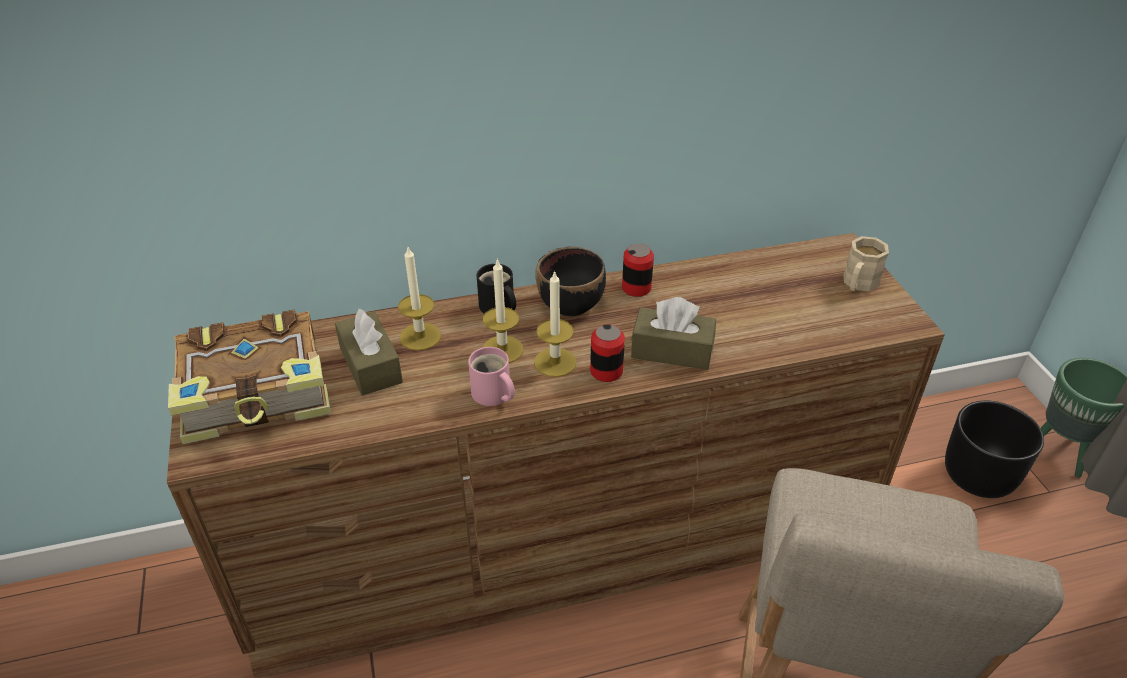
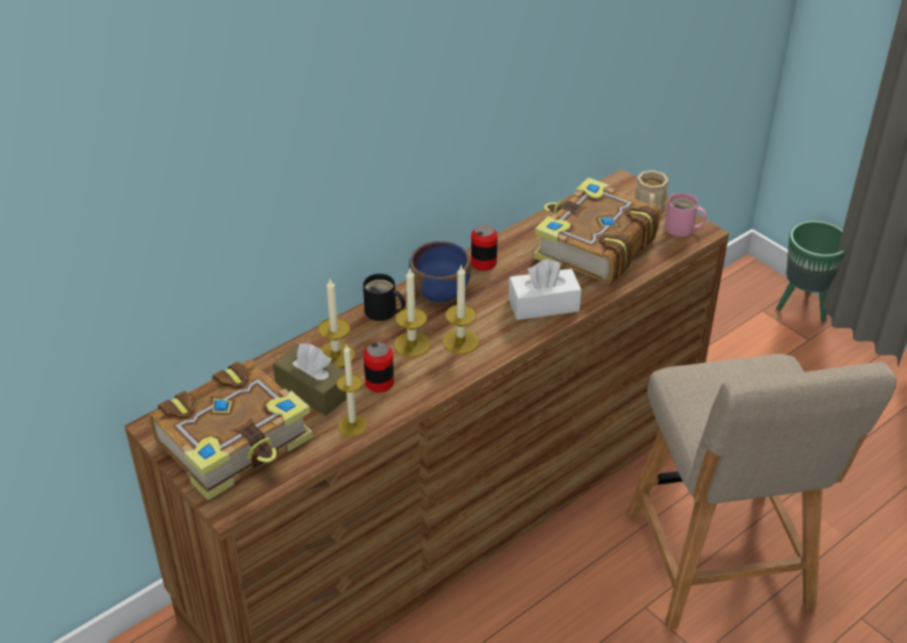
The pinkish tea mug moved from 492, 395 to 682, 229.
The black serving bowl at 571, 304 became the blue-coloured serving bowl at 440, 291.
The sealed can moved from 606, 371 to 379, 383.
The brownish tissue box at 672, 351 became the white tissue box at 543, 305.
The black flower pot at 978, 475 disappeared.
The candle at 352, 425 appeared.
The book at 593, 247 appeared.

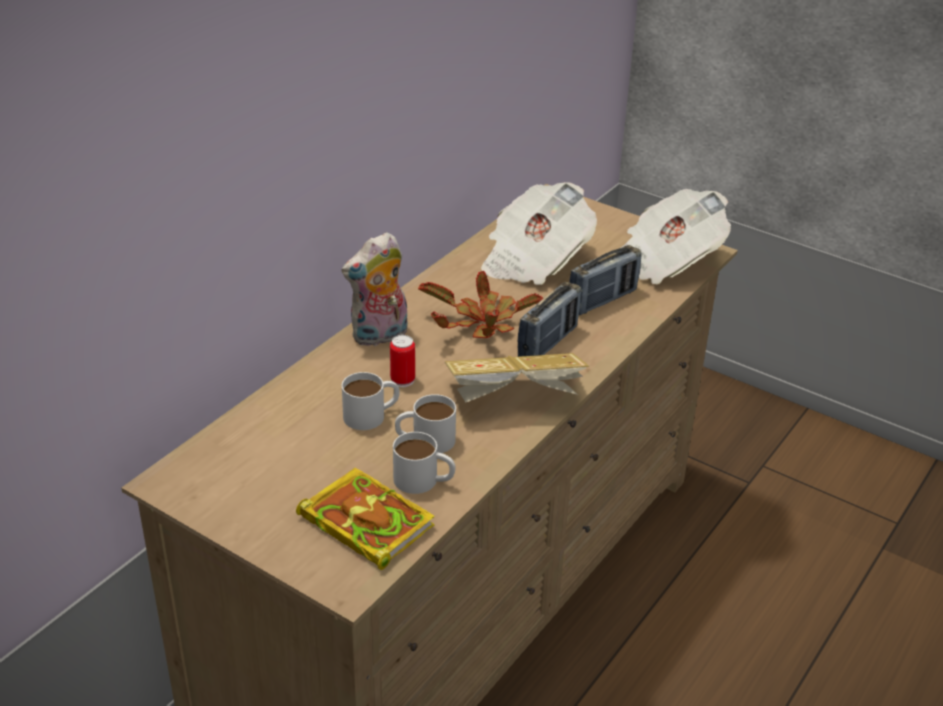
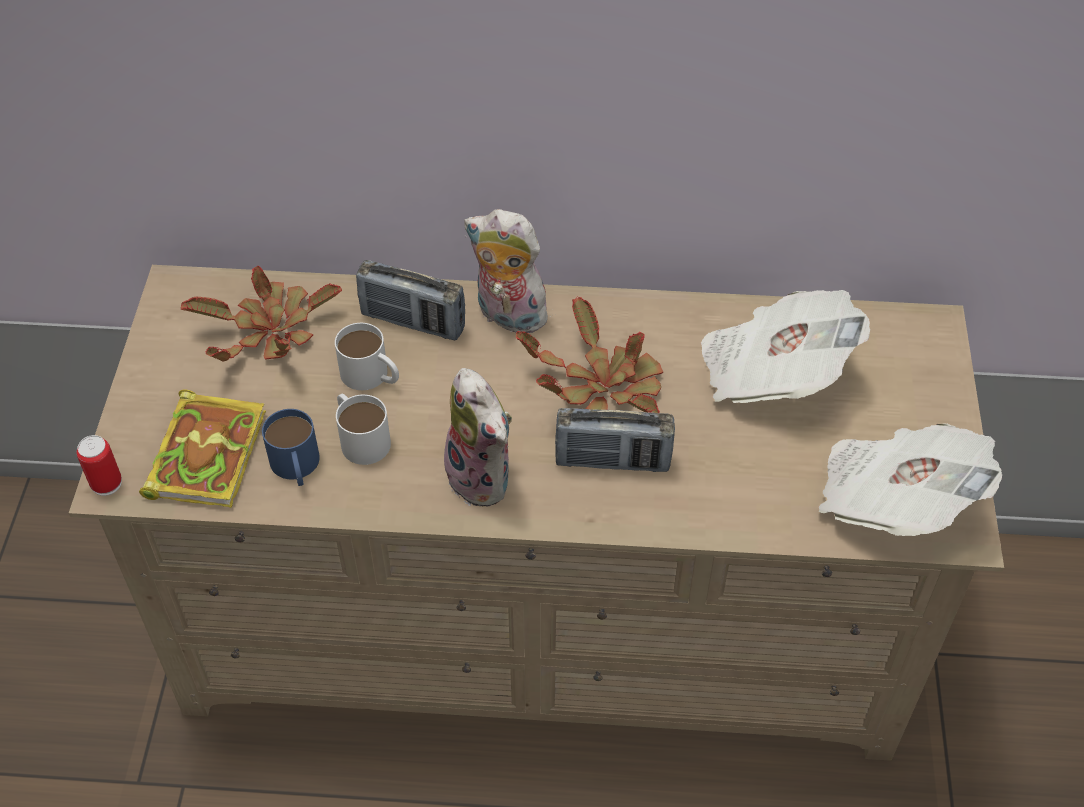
The sealed can moved from 402, 380 to 106, 483.
The white tea mug at 424, 480 became the blue-coloured tea mug at 296, 467.
The book at 514, 399 was replaced by the plush toy at 484, 478.
The radio moved from 602, 300 to 413, 322.
The plant in a pot at 270, 333 appeared.

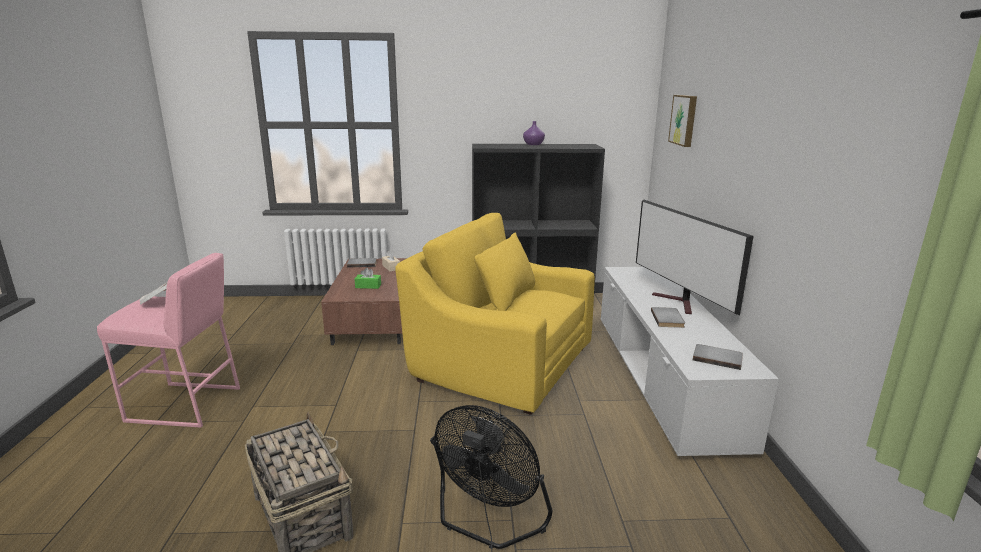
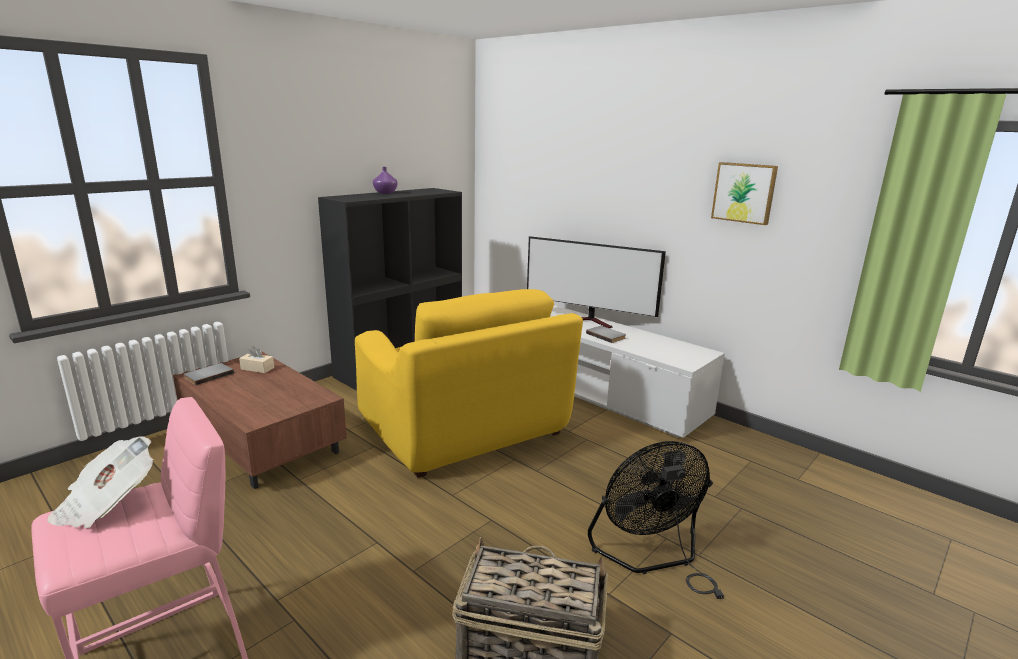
The green-coloured tissue box at 368, 286 disappeared.
The yellow lounge chair at 501, 362 turned 105 degrees counterclockwise.
The picture moved from 684, 120 to 744, 192.
The gray book at 717, 358 disappeared.

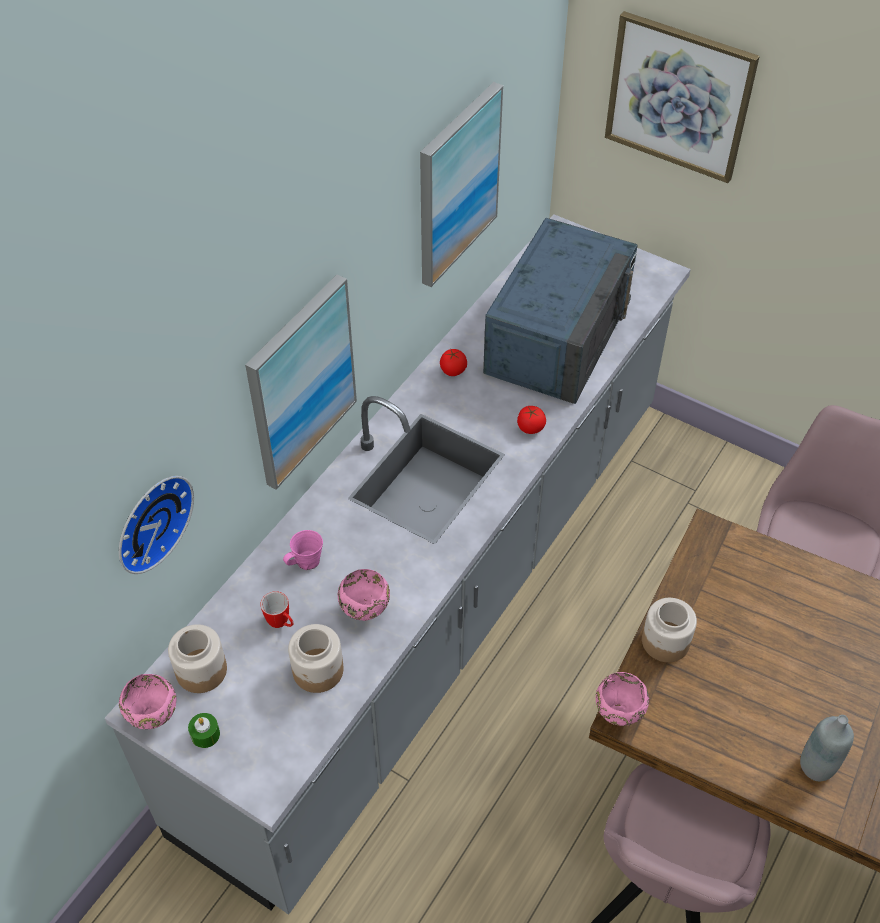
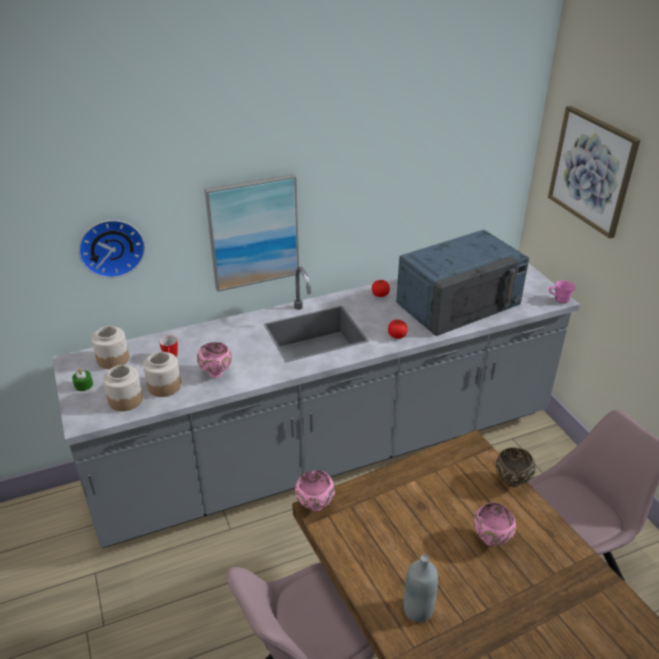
The pinkish serving bowl moved from 154, 717 to 491, 540.
The pinkish tea mug moved from 306, 561 to 560, 300.
The picture at 456, 184 disappeared.
The preserve jar moved from 665, 641 to 126, 400.
The brownish serving bowl at 511, 482 appeared.

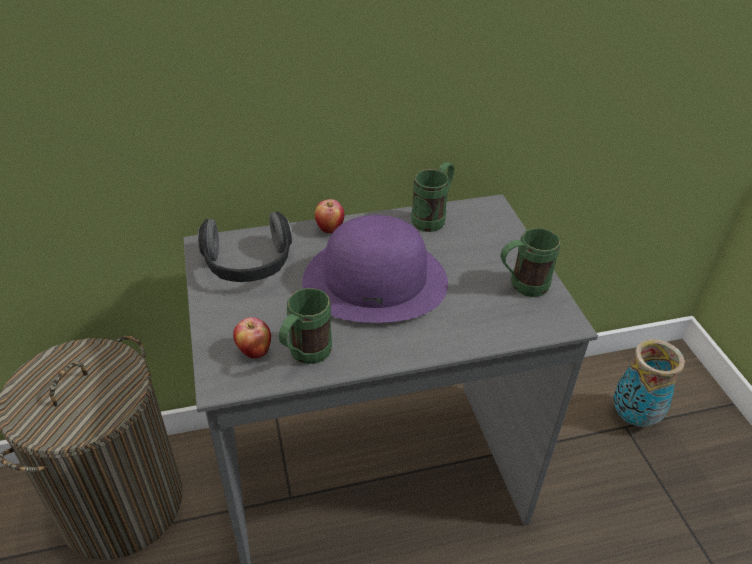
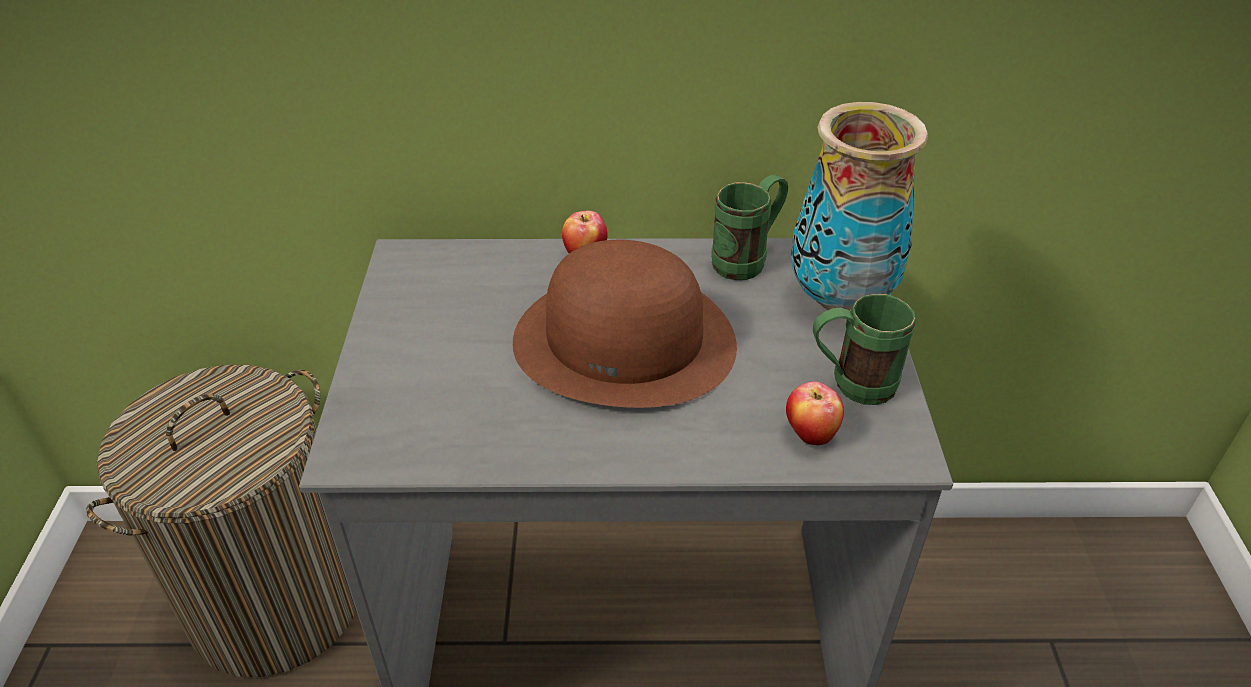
The pair of headphones at 249, 266 disappeared.
The whole apple moved from 254, 352 to 810, 434.
The green-coloured tea mug at 304, 356 disappeared.
The purple clothing hat at 375, 280 became the brownish clothing hat at 625, 340.
The flower vase moved from 633, 416 to 839, 299.

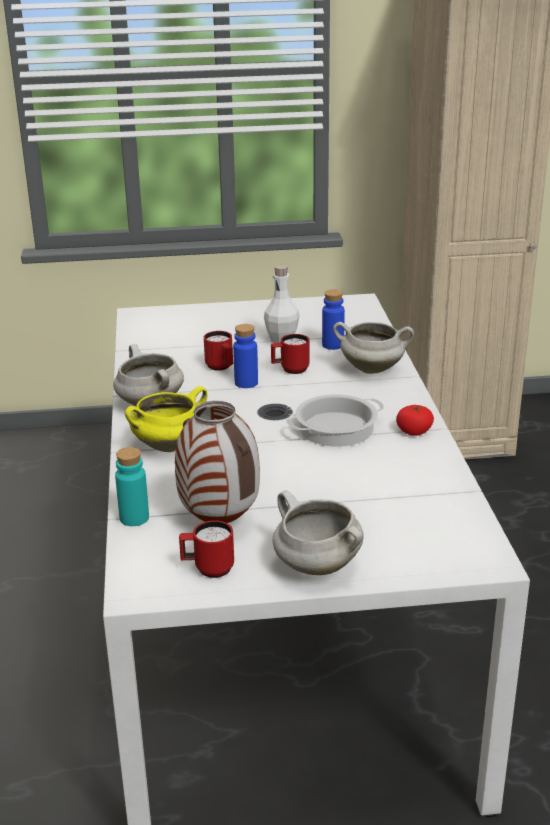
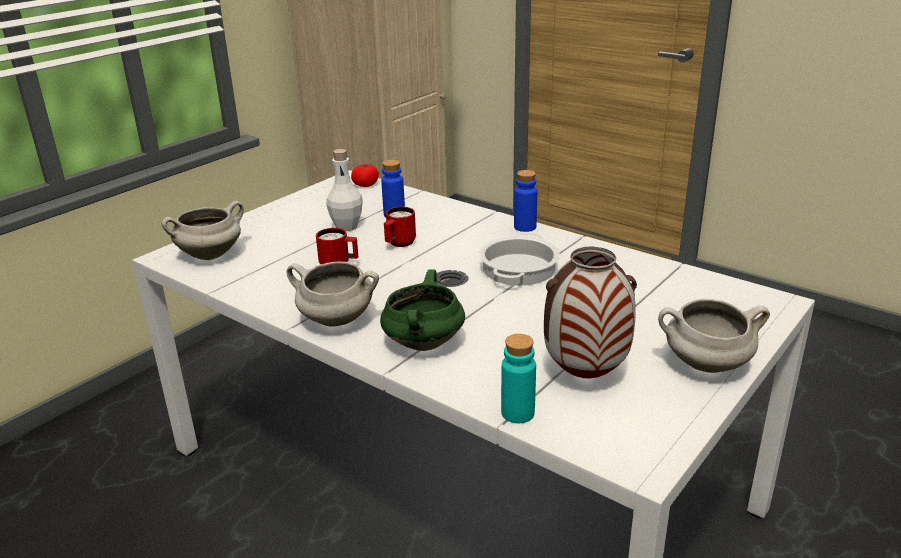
The yellow stockpot at 169, 445 became the green-coloured stockpot at 423, 342.
The red-coloured tea mug at 208, 569 disappeared.
The blue-coloured beverage bottle moved from 246, 383 to 525, 227.
The white stockpot moved from 373, 369 to 210, 254.
The tomato moved from 414, 431 to 365, 184.

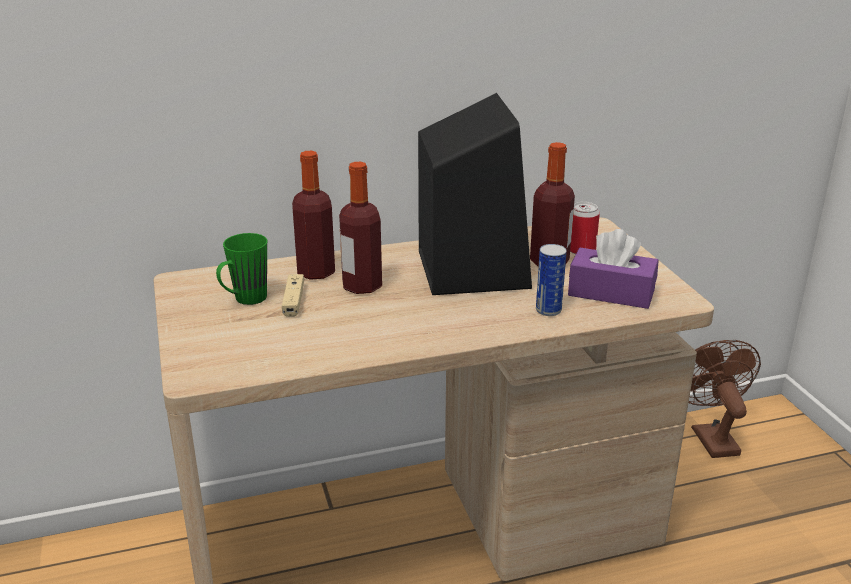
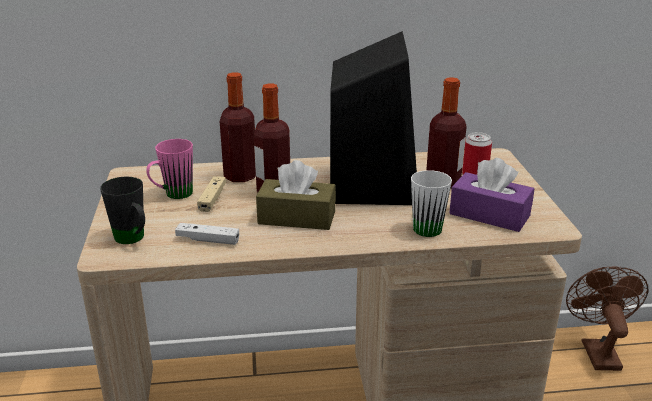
The green-coloured tea mug at 244, 301 became the pinkish tea mug at 173, 195.
The sealed can at 548, 310 was replaced by the white tea mug at 427, 225.
The black tea mug at 133, 240 appeared.
The white joypad at 208, 240 appeared.
The brownish tissue box at 296, 217 appeared.

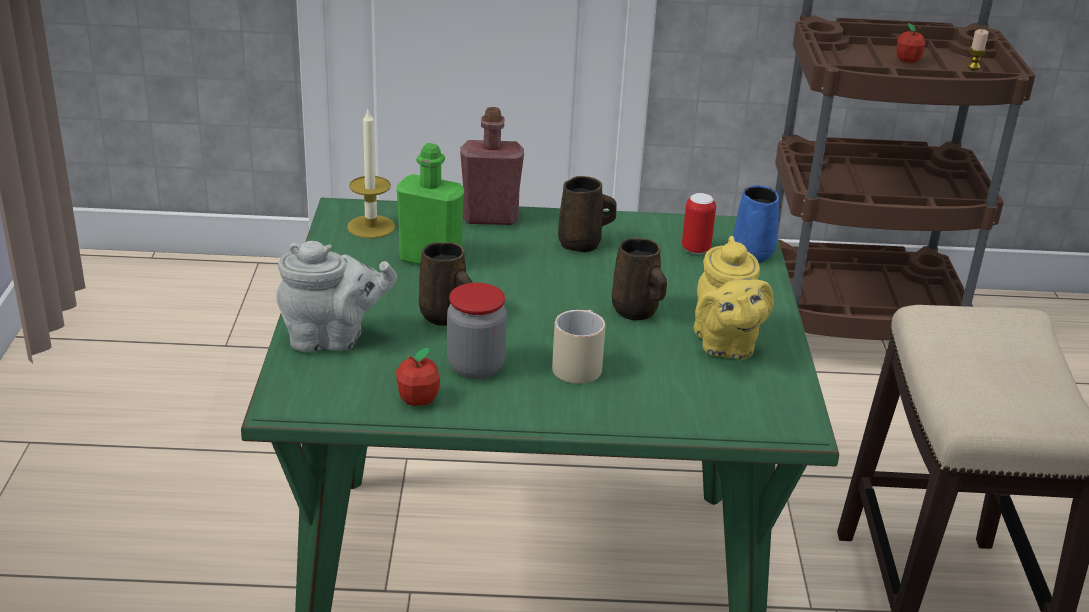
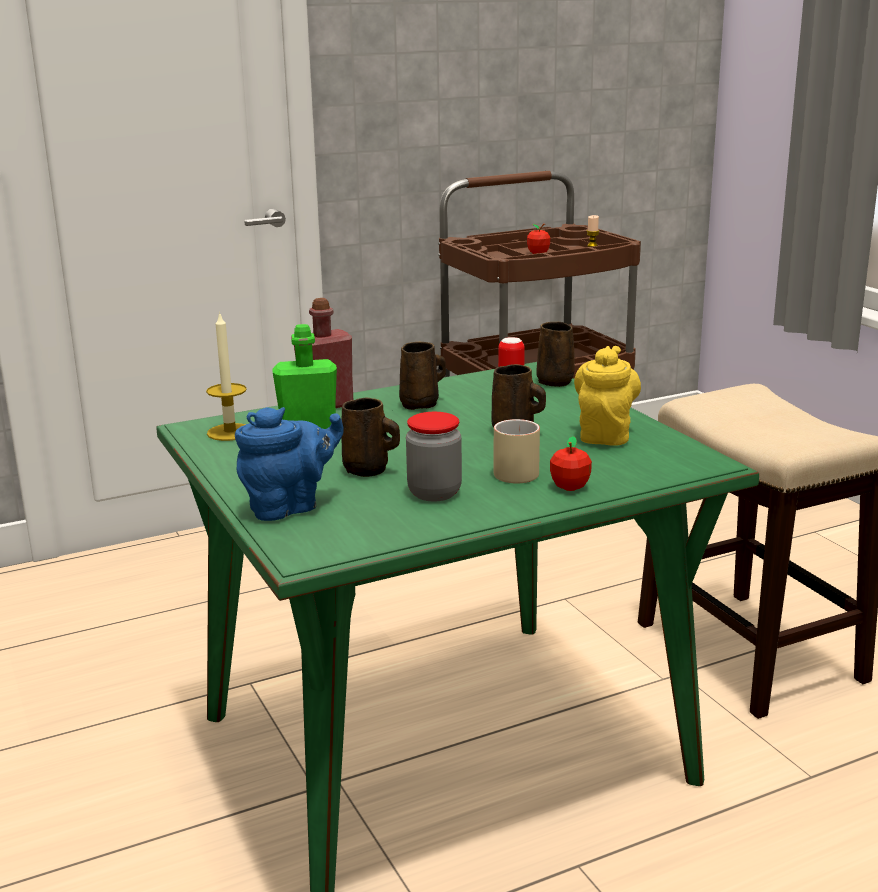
The gray tea pot at 333, 339 became the blue-coloured tea pot at 289, 507.
The whole apple moved from 418, 400 to 570, 487.
The yellow tea pot at 725, 345 turned 135 degrees counterclockwise.
The blue-coloured tea mug at 752, 252 became the brownish tea mug at 554, 381.

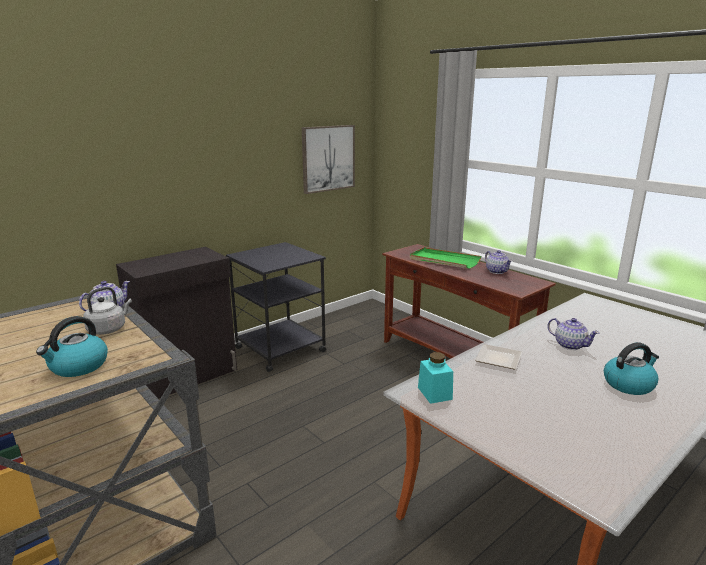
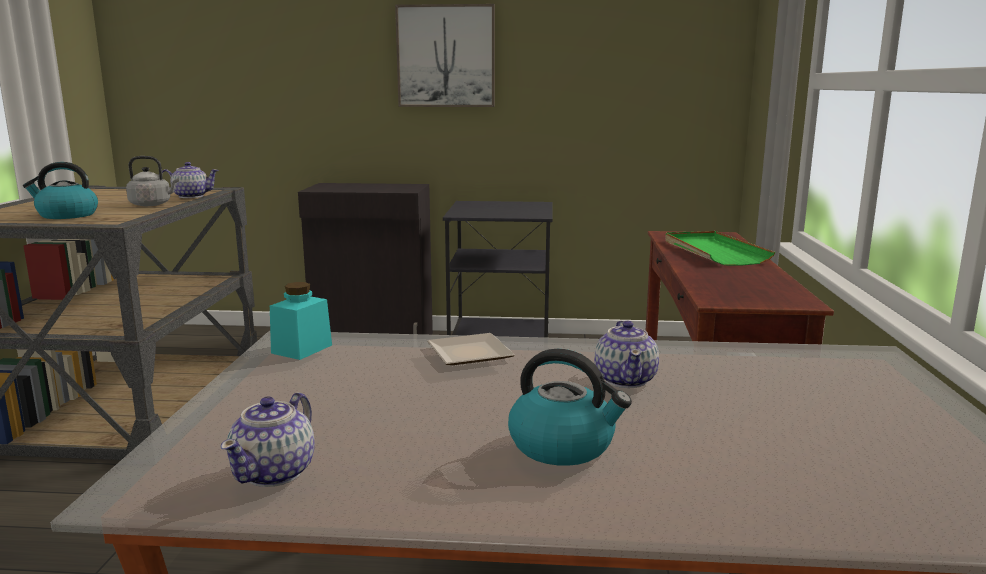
The picture moved from 328, 158 to 446, 56.
The tea pot moved from 497, 271 to 275, 472.

